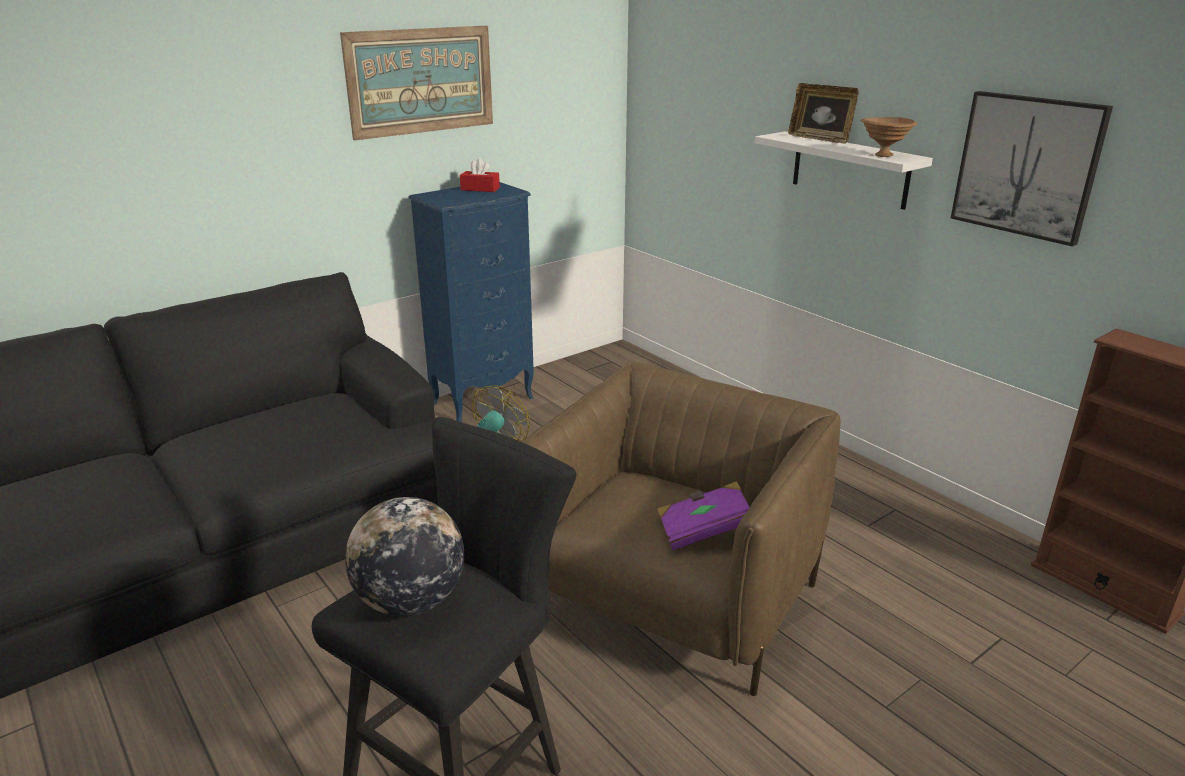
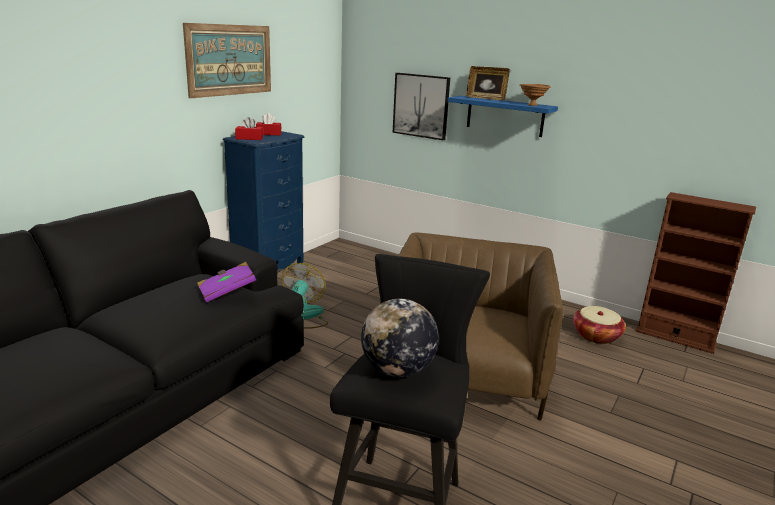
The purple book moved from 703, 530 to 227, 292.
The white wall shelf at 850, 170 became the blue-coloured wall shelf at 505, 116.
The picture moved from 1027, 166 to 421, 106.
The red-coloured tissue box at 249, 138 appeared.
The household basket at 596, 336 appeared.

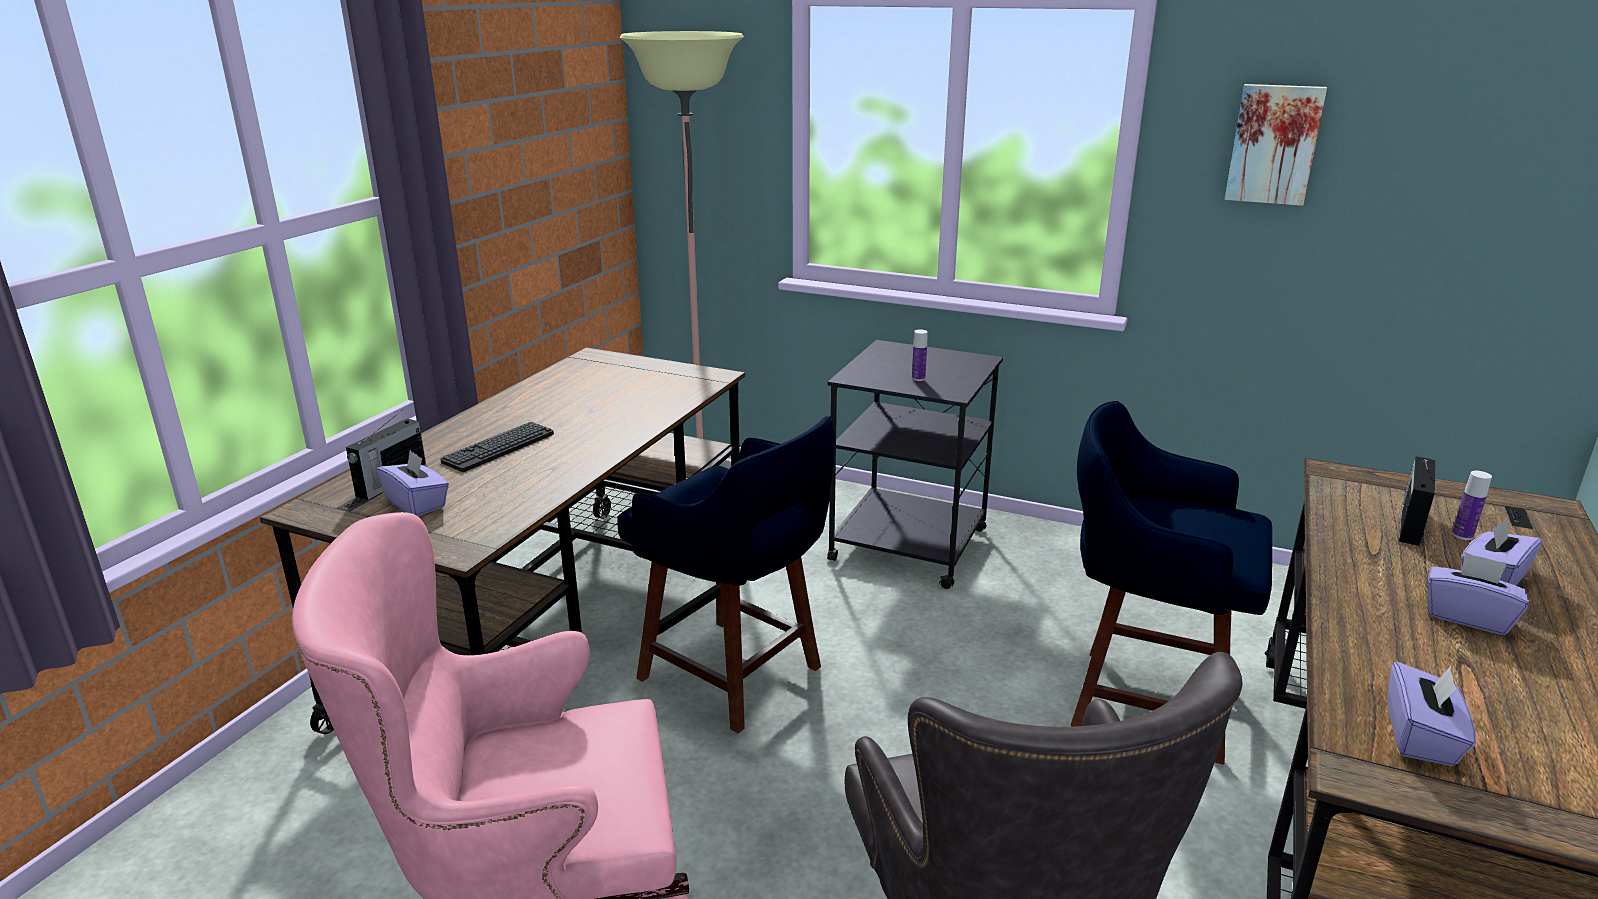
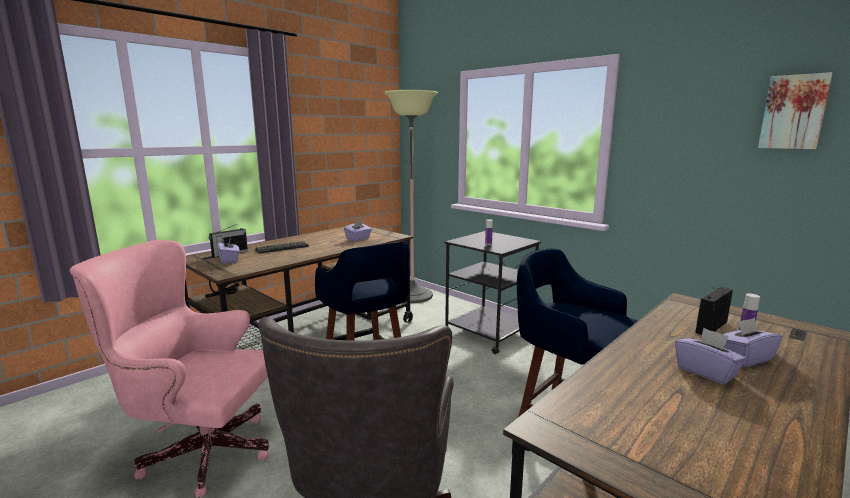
The picture moved from 1274, 144 to 793, 112.
The purple tissue box moved from 1421, 737 to 358, 239.

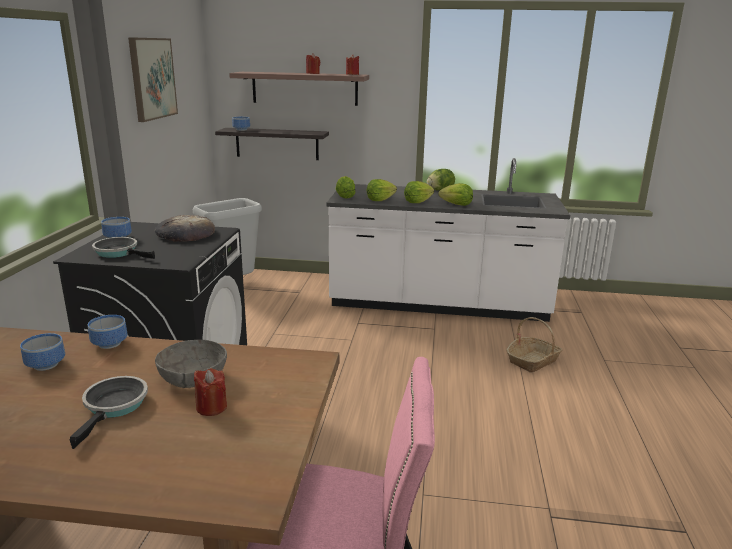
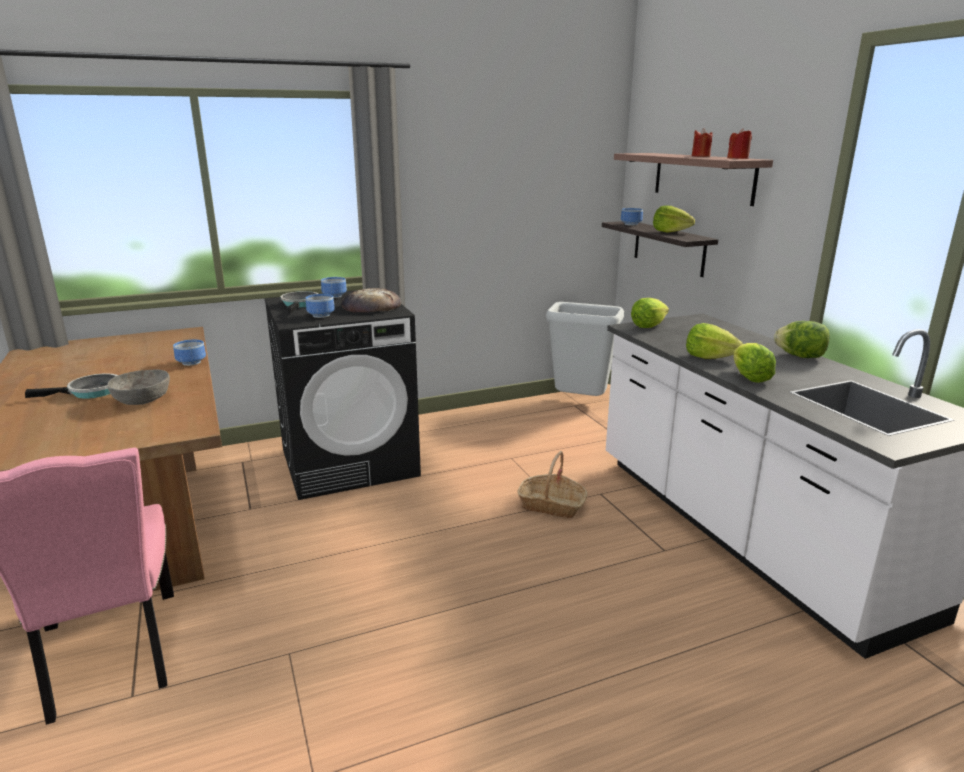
The serving bowl moved from 48, 364 to 321, 316.
The picture at 152, 78 disappeared.
The red-coloured candle at 211, 407 disappeared.
The head of lettuce moved from 380, 200 to 670, 232.
The household basket moved from 533, 361 to 551, 505.

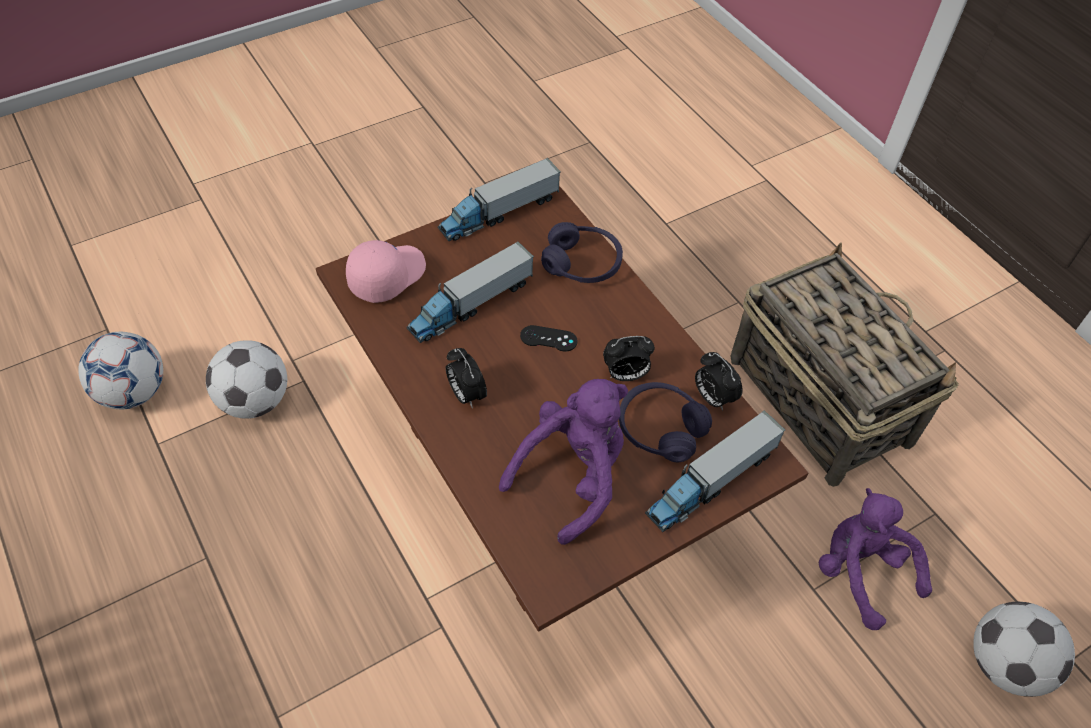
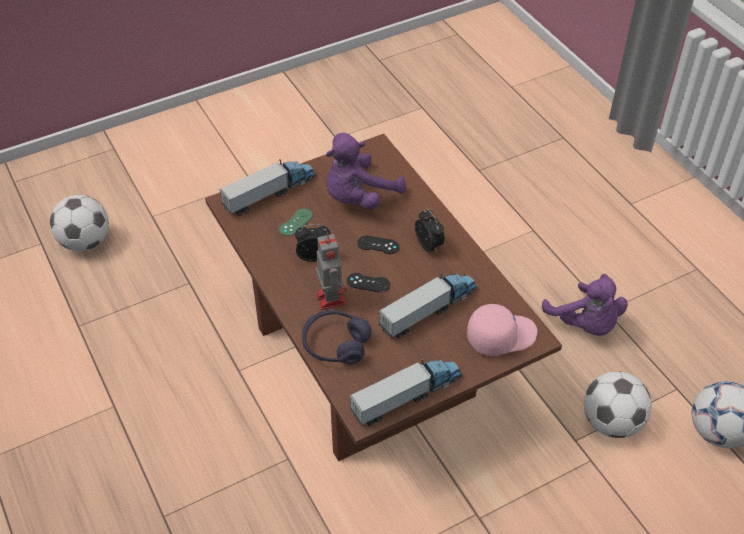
The pinkish peaked cap at 386, 276 turned 150 degrees counterclockwise.
The purple pair of headphones at 660, 429 was replaced by the green-coloured joypad at 296, 222.
The table clock at 712, 398 disappeared.
The household basket at 818, 398 disappeared.
The purple plush toy moved from 861, 572 to 585, 324.
The robot figure at 330, 297 appeared.
The black joypad at 378, 245 appeared.

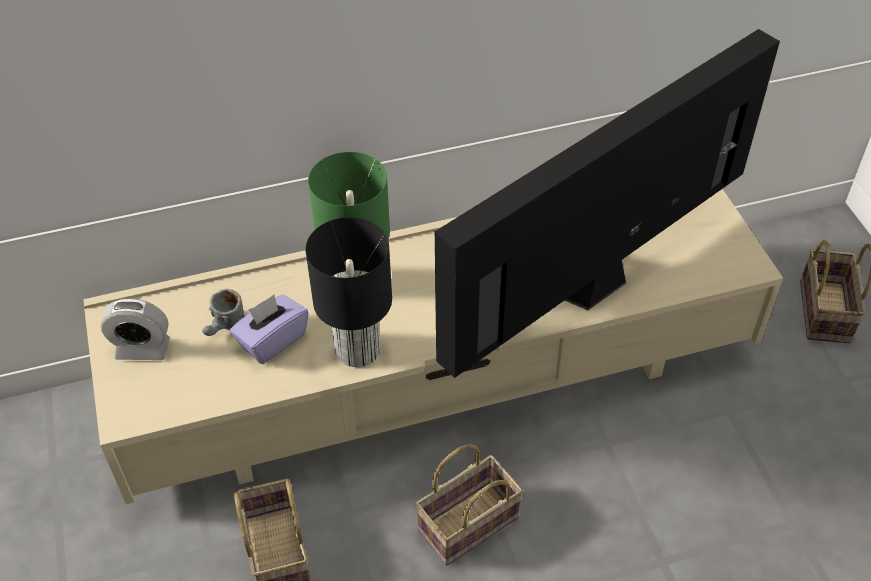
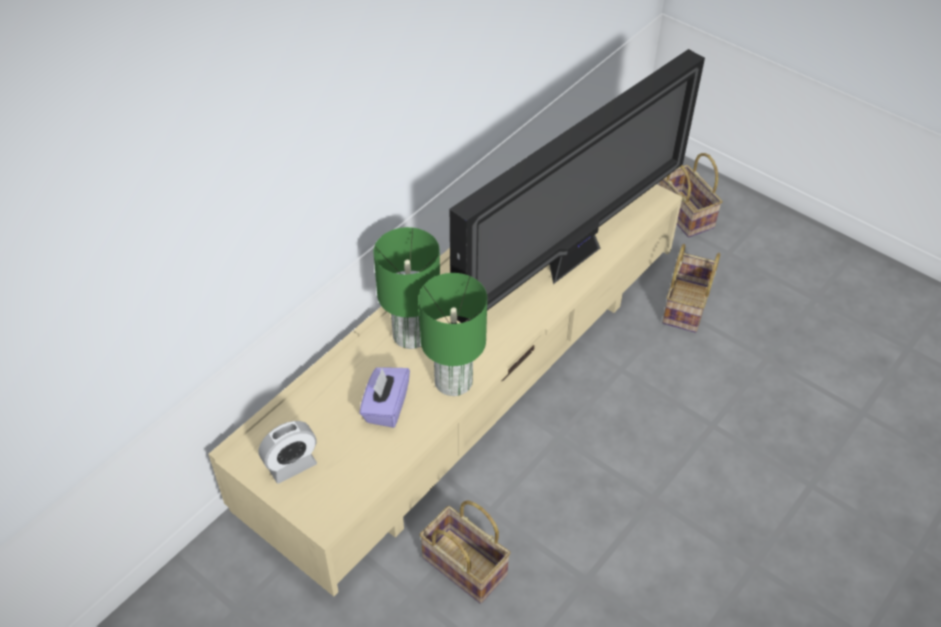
The gray tea mug at 225, 327 disappeared.
The black lamp for a table at 359, 350 became the green-coloured lamp for a table at 454, 381.
The household basket moved from 467, 527 to 687, 307.
The TV at 594, 286 turned 150 degrees counterclockwise.

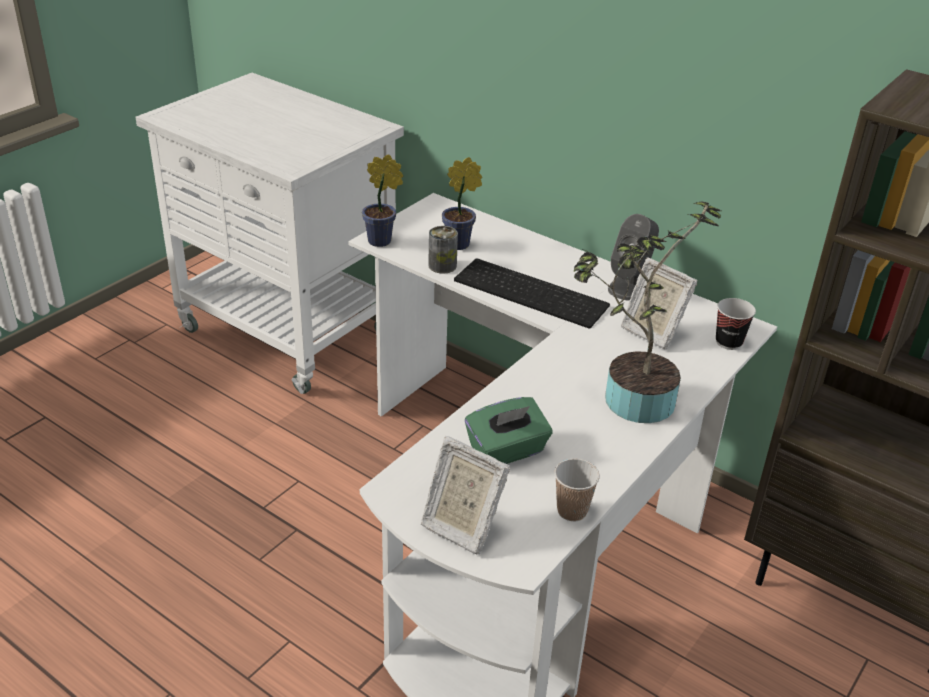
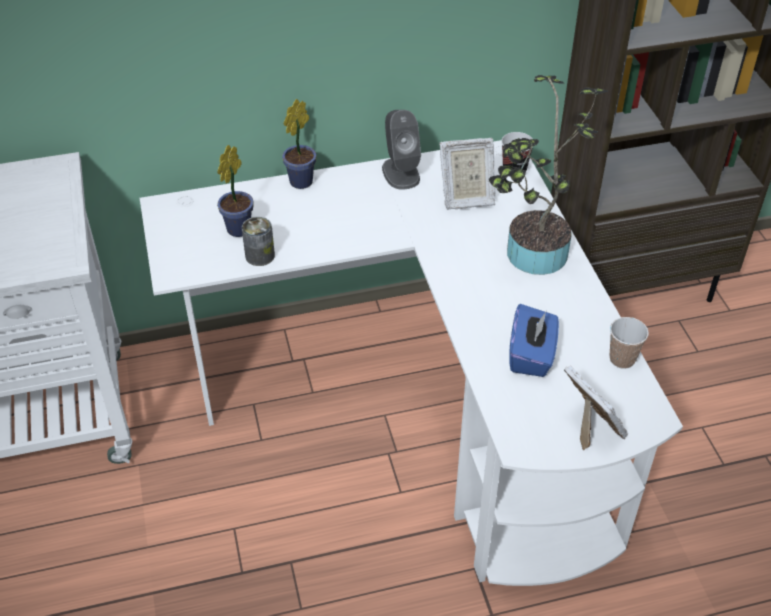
The plant in a pot moved from 383, 241 to 303, 180.
The photo frame at 460, 526 turned 105 degrees counterclockwise.
The keyboard at 533, 292 disappeared.
The green-coloured tissue box at 507, 451 became the blue-coloured tissue box at 531, 355.

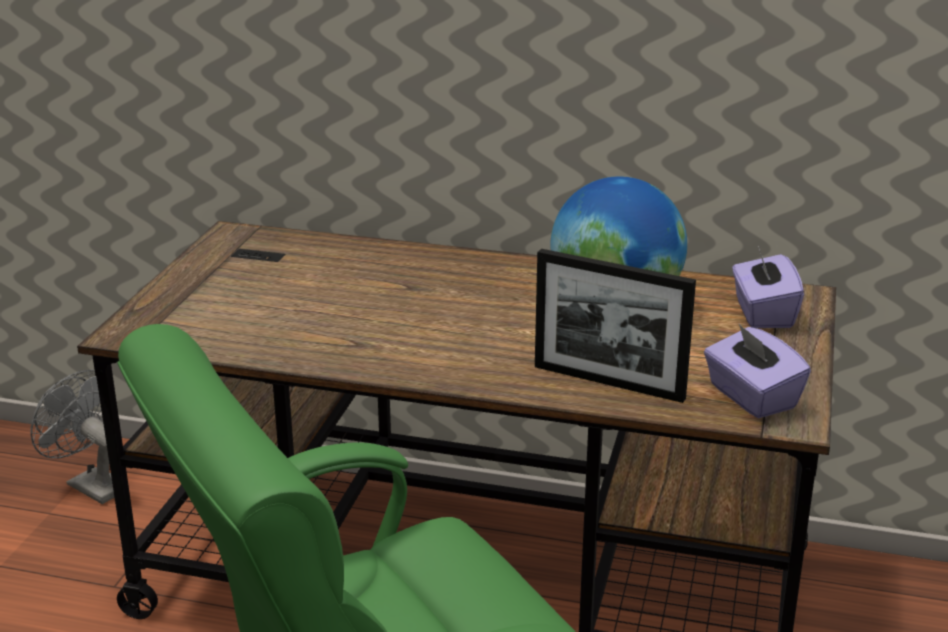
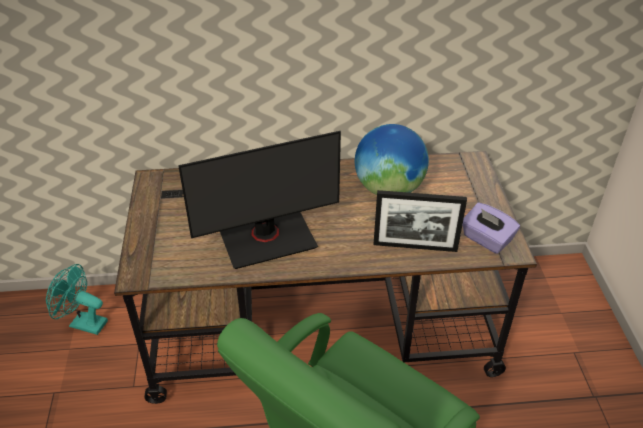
The gray fan at 90, 485 became the blue-green fan at 83, 323.
The purple tissue box at 762, 313 disappeared.
The computer screen at 267, 239 appeared.

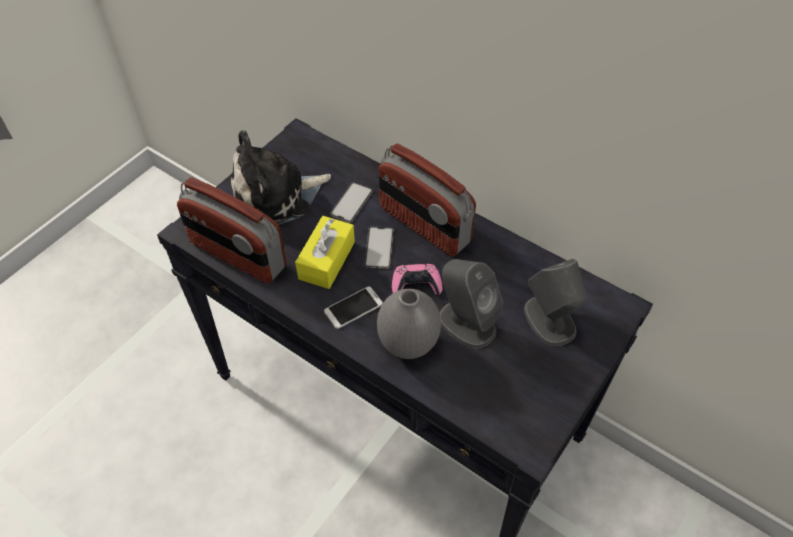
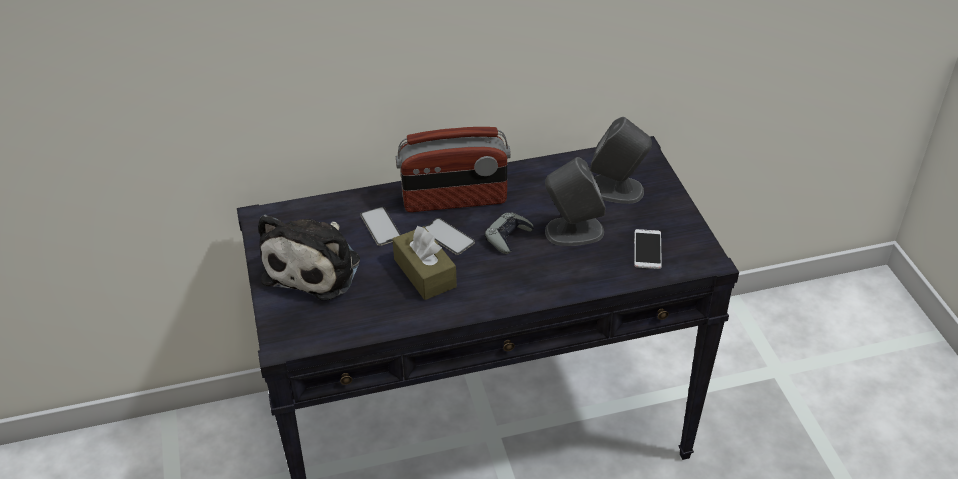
The radio at 237, 255 disappeared.
The yellow tissue box at 327, 260 became the brownish tissue box at 425, 273.
The phone moved from 353, 308 to 647, 249.
The gray flower vase at 407, 344 disappeared.
The pinkish joypad at 416, 284 became the gray joypad at 508, 236.

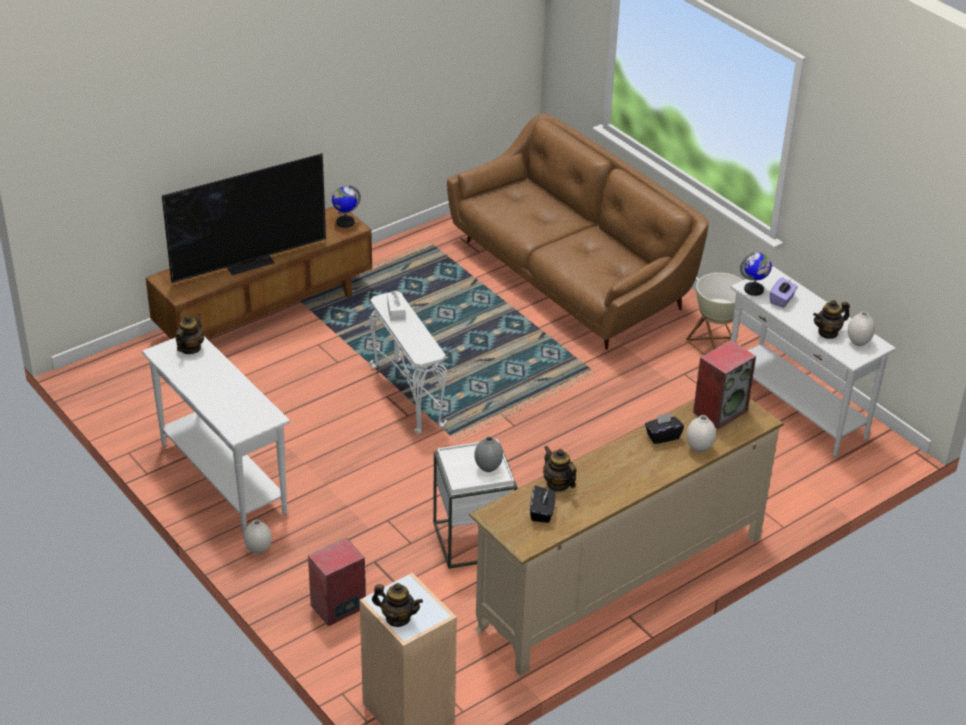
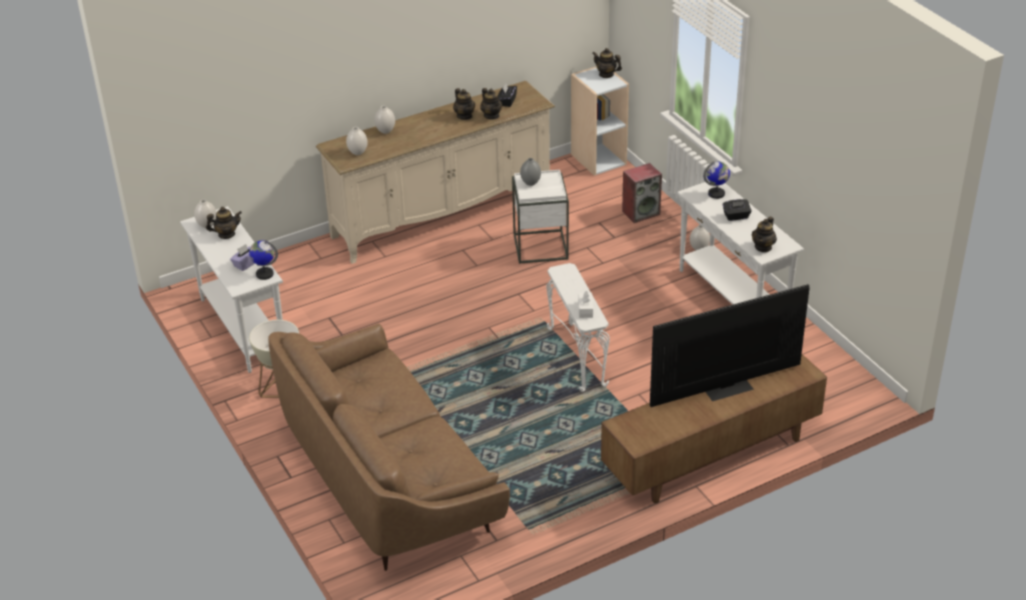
The globe moved from 345, 222 to 716, 194.
The black tissue box moved from 662, 436 to 736, 216.
The audio speaker at 720, 411 was replaced by the white flower vase at 357, 153.
The tea pot at 464, 116 appeared.

